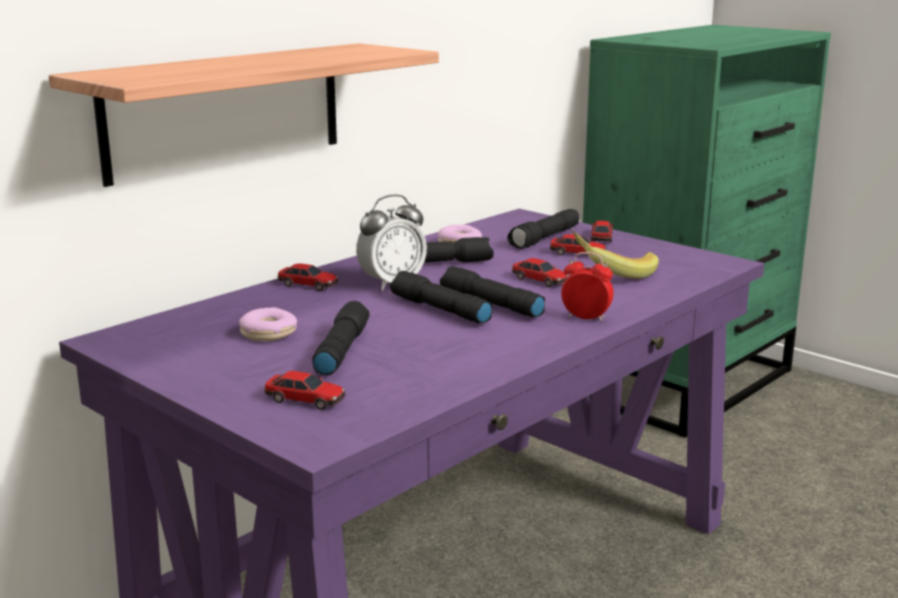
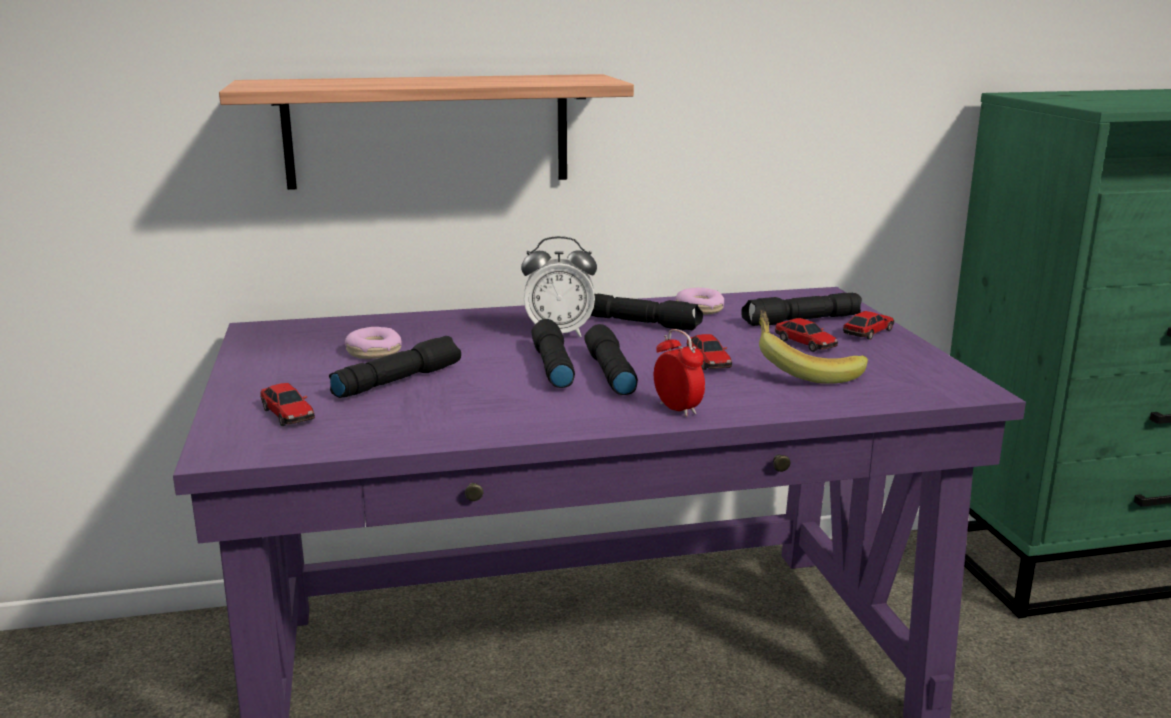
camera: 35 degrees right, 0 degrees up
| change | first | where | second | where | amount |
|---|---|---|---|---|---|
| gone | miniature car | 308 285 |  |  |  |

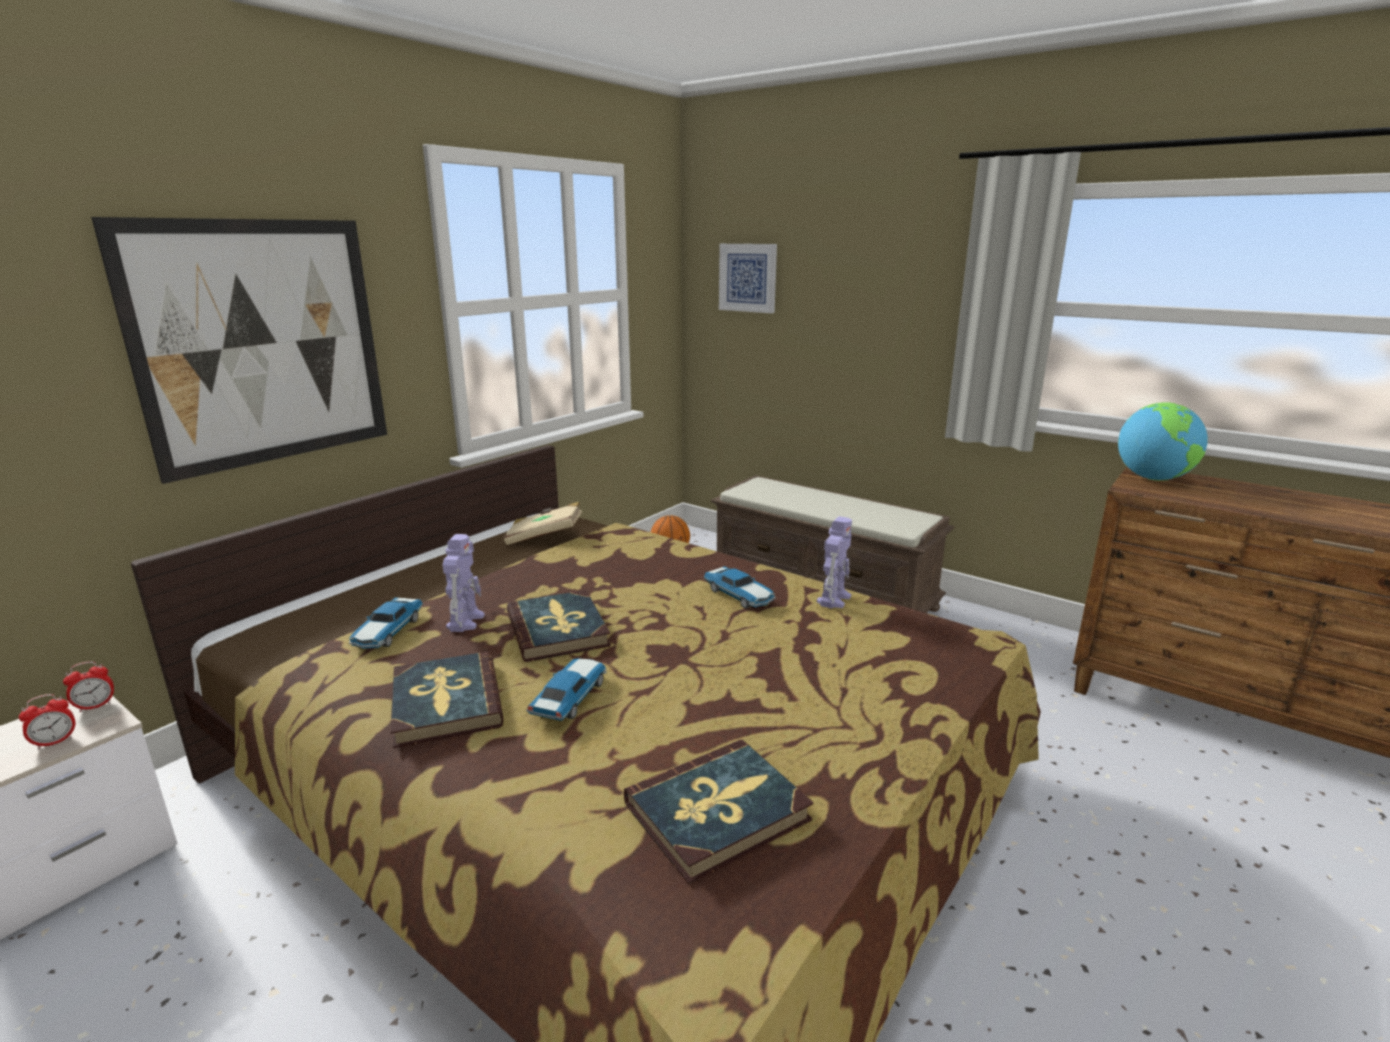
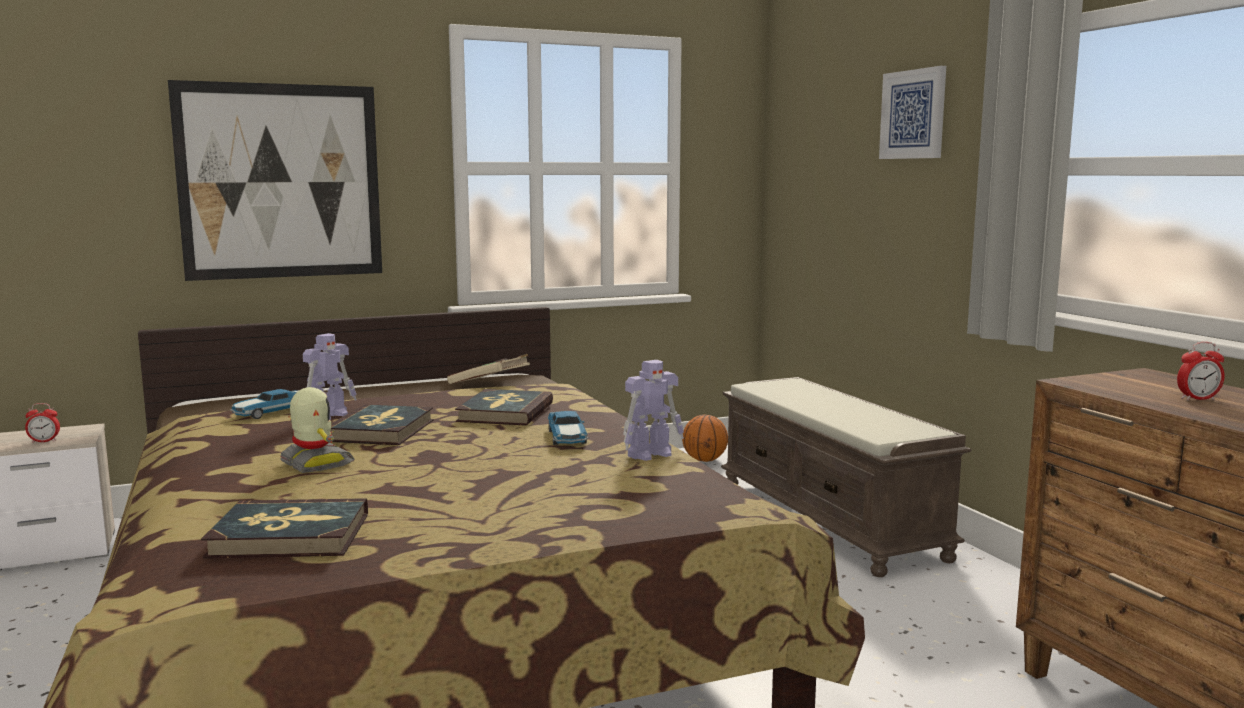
camera: 30 degrees right, 10 degrees down
| change | first | where | second | where | amount |
|---|---|---|---|---|---|
| gone | world globe | 1153 478 |  |  |  |
| shifted | alarm clock | 95 706 |  | 1198 399 |  |
| shifted | volume | 445 703 |  | 505 412 |  |
| shifted | wall picture | 748 278 |  | 913 114 |  |
| swapped | miniature car | 570 697 | toy robot | 315 463 |  |

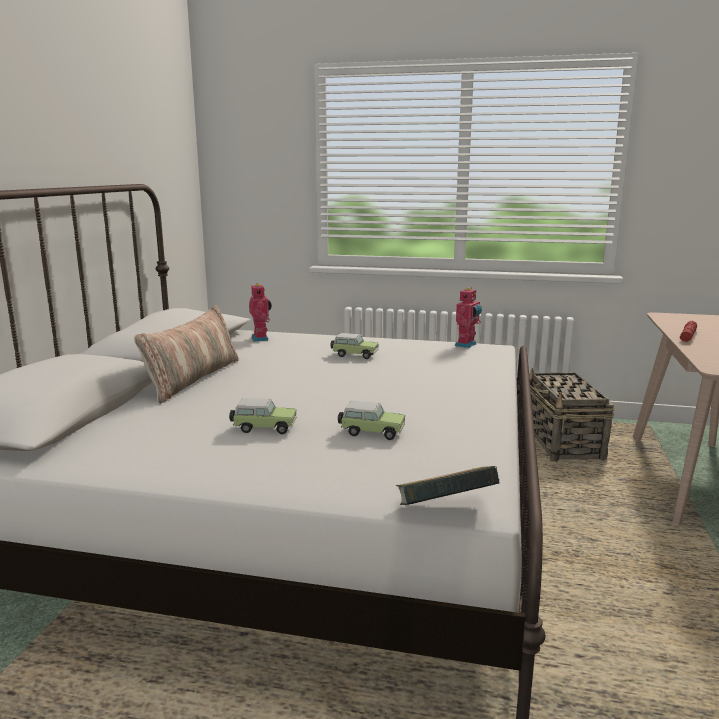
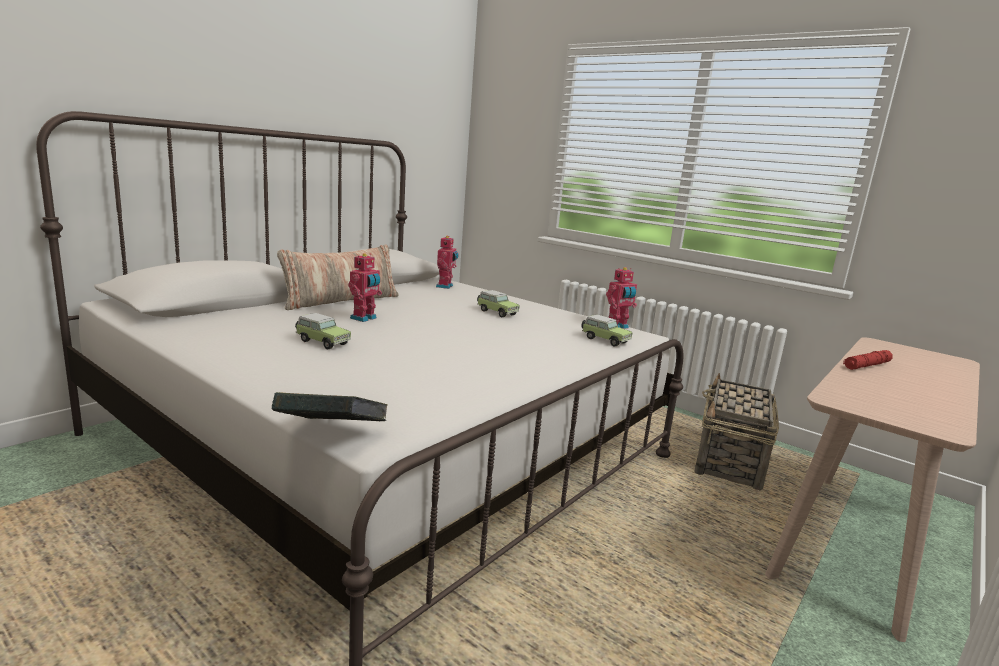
camera: 25 degrees right, 0 degrees up
| change | first | where | second | where | amount |
|---|---|---|---|---|---|
| new |  |  | toy robot | 364 318 |  |
| shifted | miniature car | 371 432 |  | 604 340 |  |

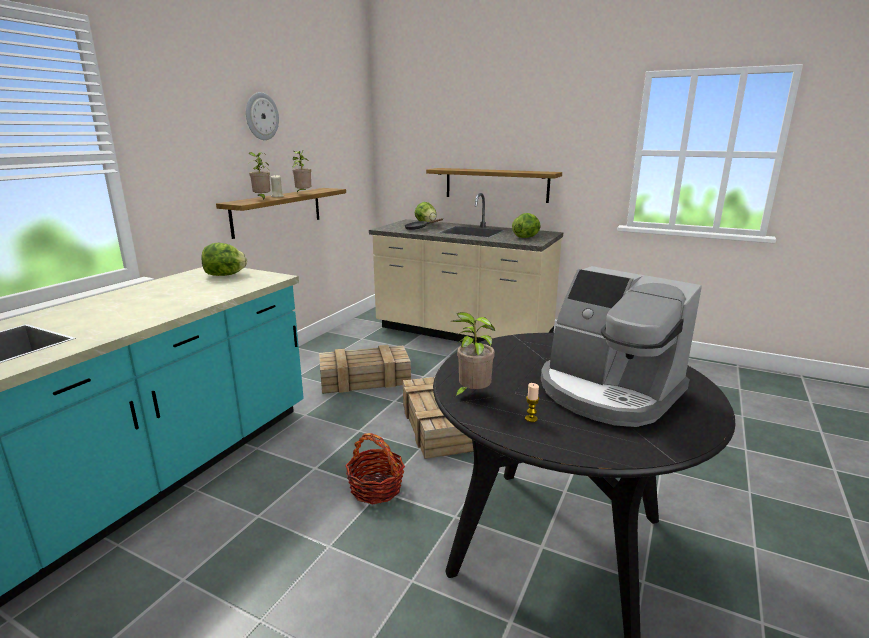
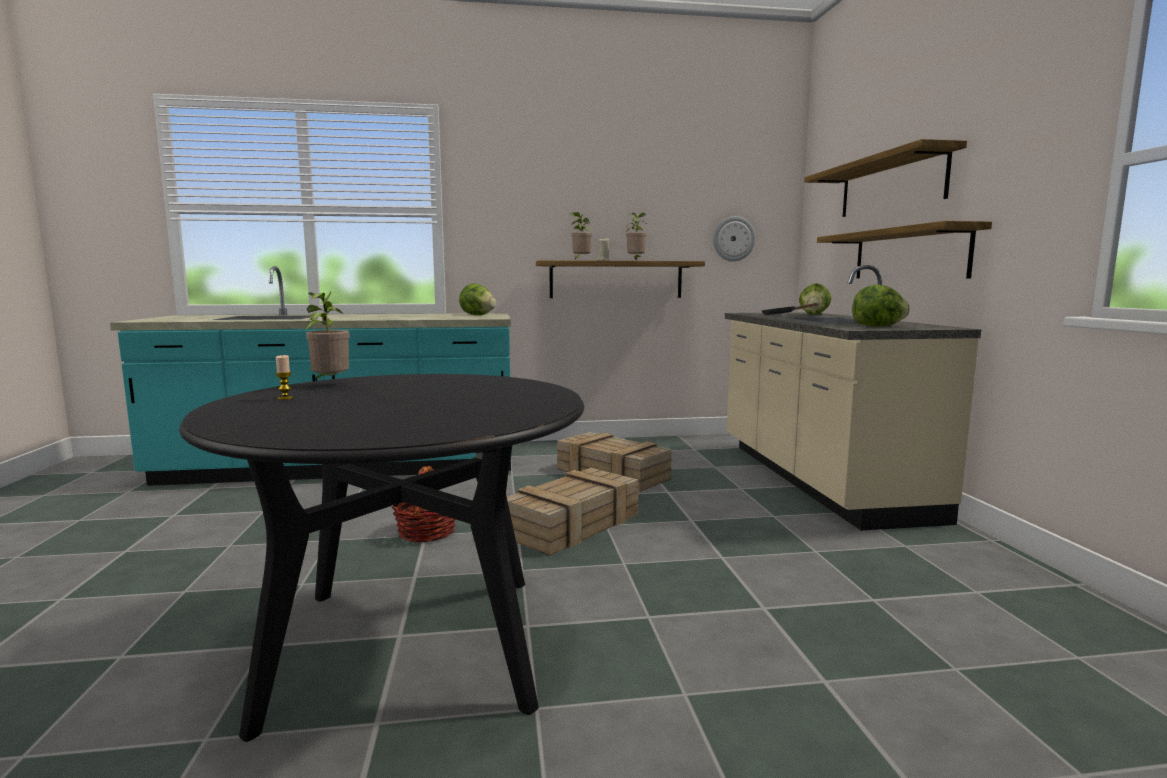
camera: 55 degrees right, 10 degrees down
| change | first | where | second | where | amount |
|---|---|---|---|---|---|
| gone | coffee maker | 607 392 |  |  |  |
| new |  |  | shelf | 891 185 |  |
| shifted | wall clock | 261 116 |  | 733 239 |  |

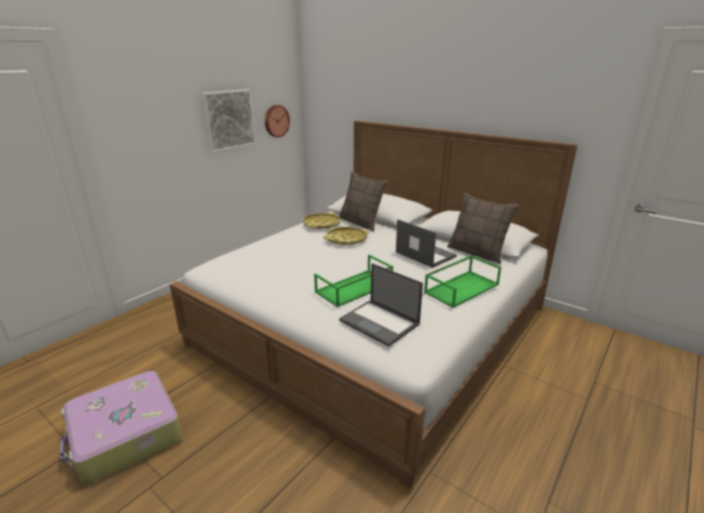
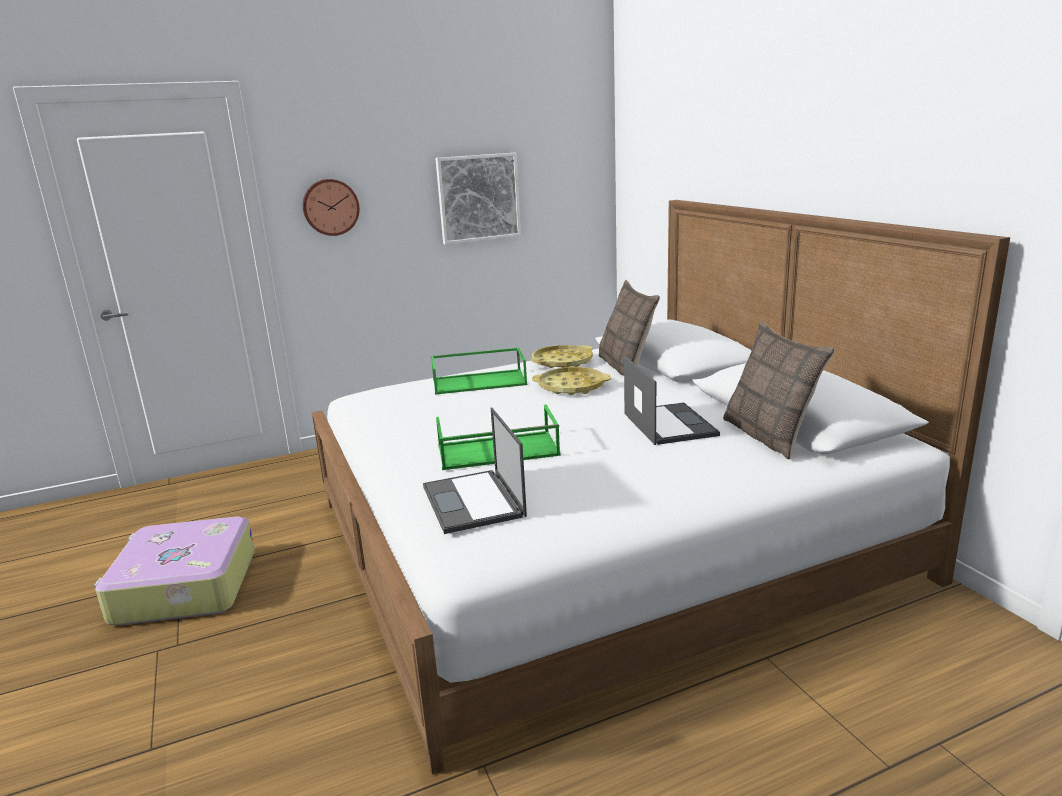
camera: 30 degrees right, 5 degrees down
| change | first | where | second | where | amount |
|---|---|---|---|---|---|
| shifted | wall clock | 276 121 |  | 330 207 |  |
| shifted | green-coloured tray | 461 288 |  | 480 381 |  |

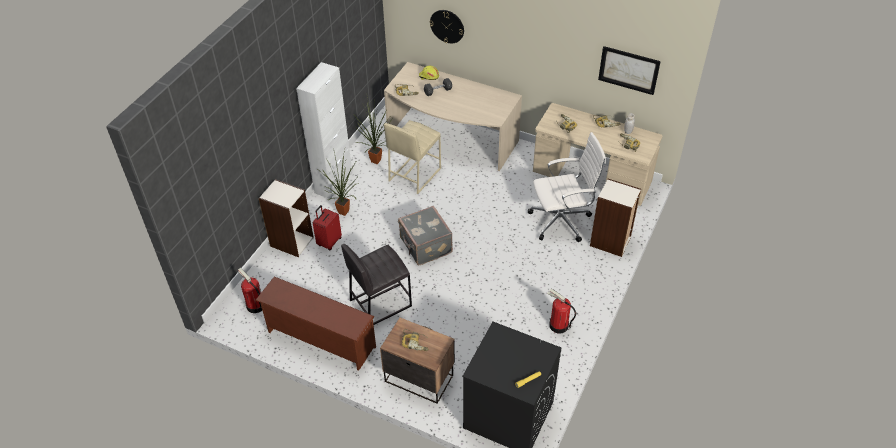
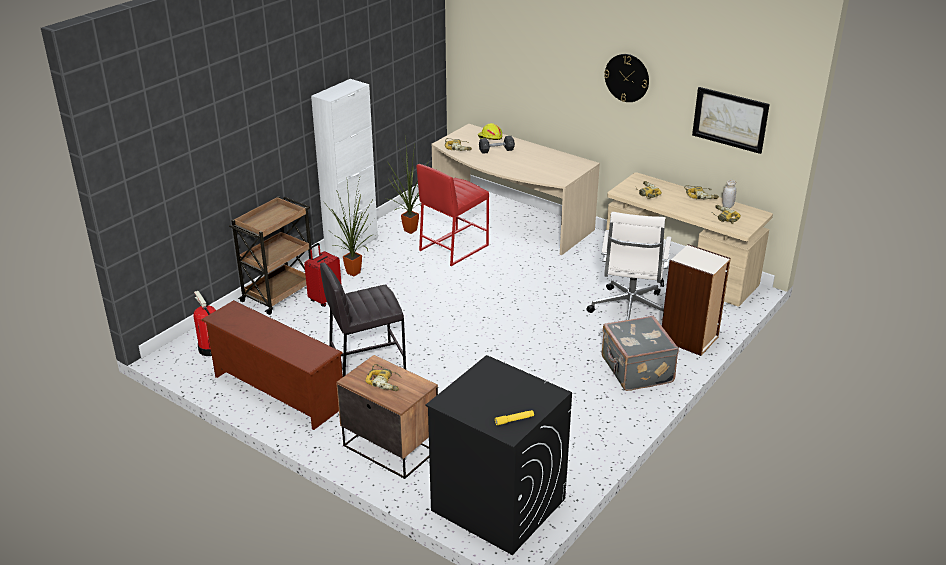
camera: 10 degrees right, 15 degrees down
| change | first | where | second | where | amount |
|---|---|---|---|---|---|
| gone | extinguisher | 558 325 |  |  |  |
| shifted | gray piece of luggage | 425 246 |  | 636 370 |  |
| shifted | wall clock | 447 26 |  | 627 77 |  |
| swapped | bookshelf | 291 241 | brownish wheeled cart | 279 293 |  |
| repainted | sand-coloured sitting stool | 414 174 | red-coloured sitting stool | 453 247 |  |
| rotated | white-coloured computer chair | 562 221 |  | 629 311 | 105 degrees clockwise |

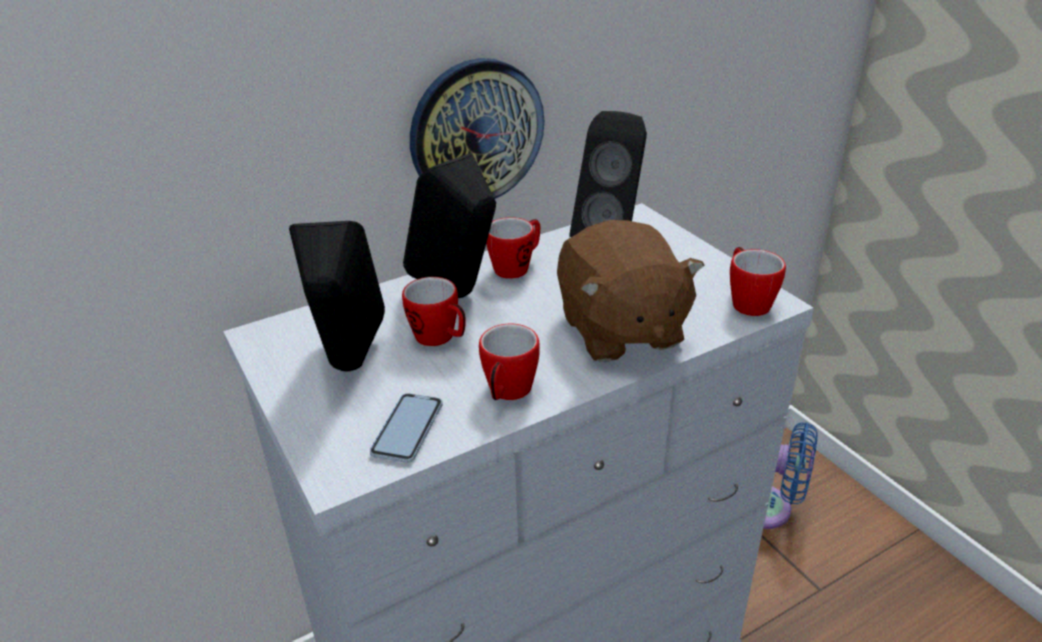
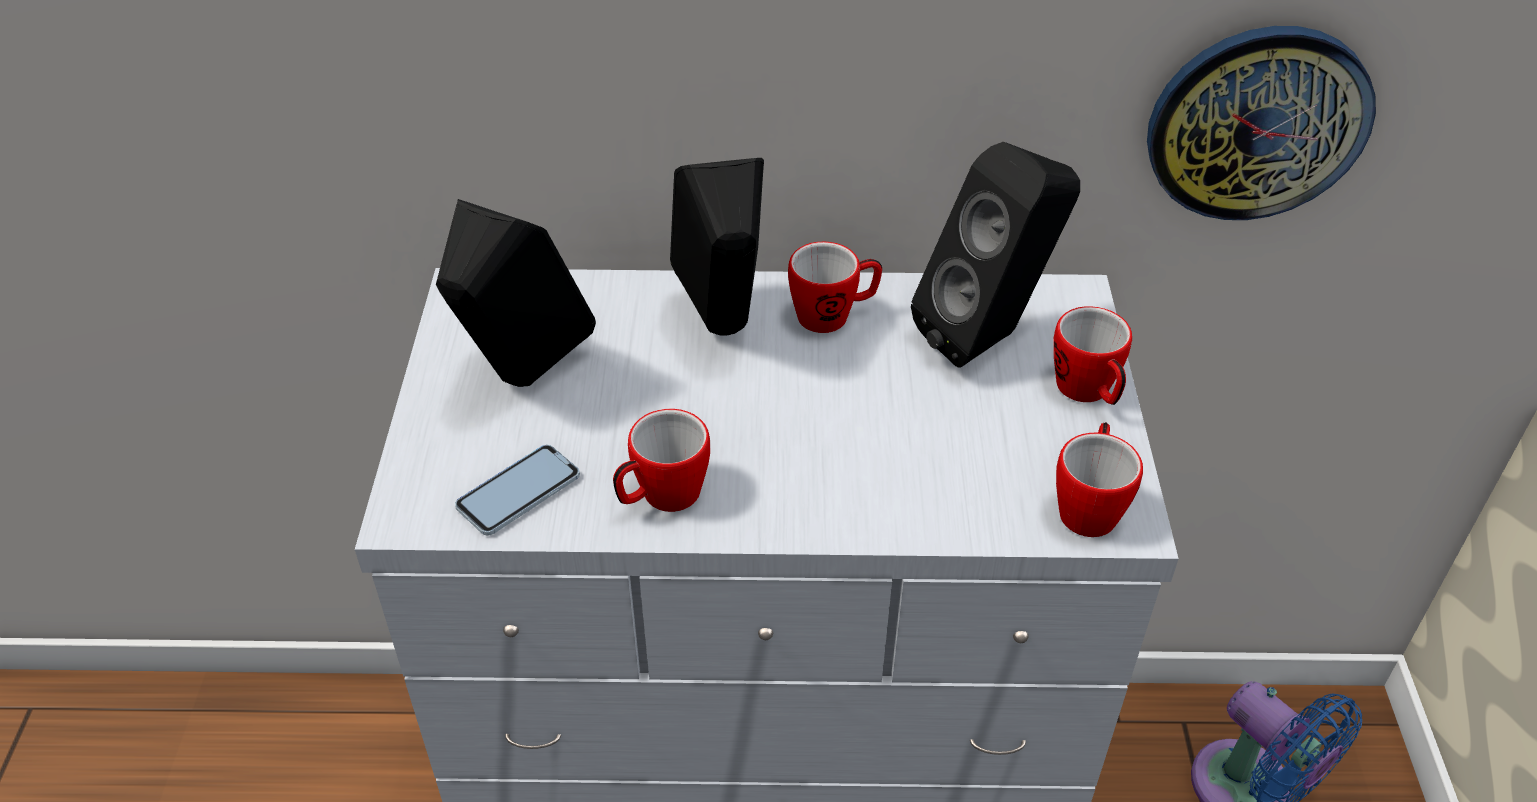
camera: 30 degrees right, 10 degrees up
| change | first | where | second | where | amount |
|---|---|---|---|---|---|
| gone | brownish soft toy | 619 330 |  |  |  |
| shifted | tea mug | 440 338 |  | 1088 393 |  |
| shifted | wall clock | 476 132 |  | 1257 123 |  |

